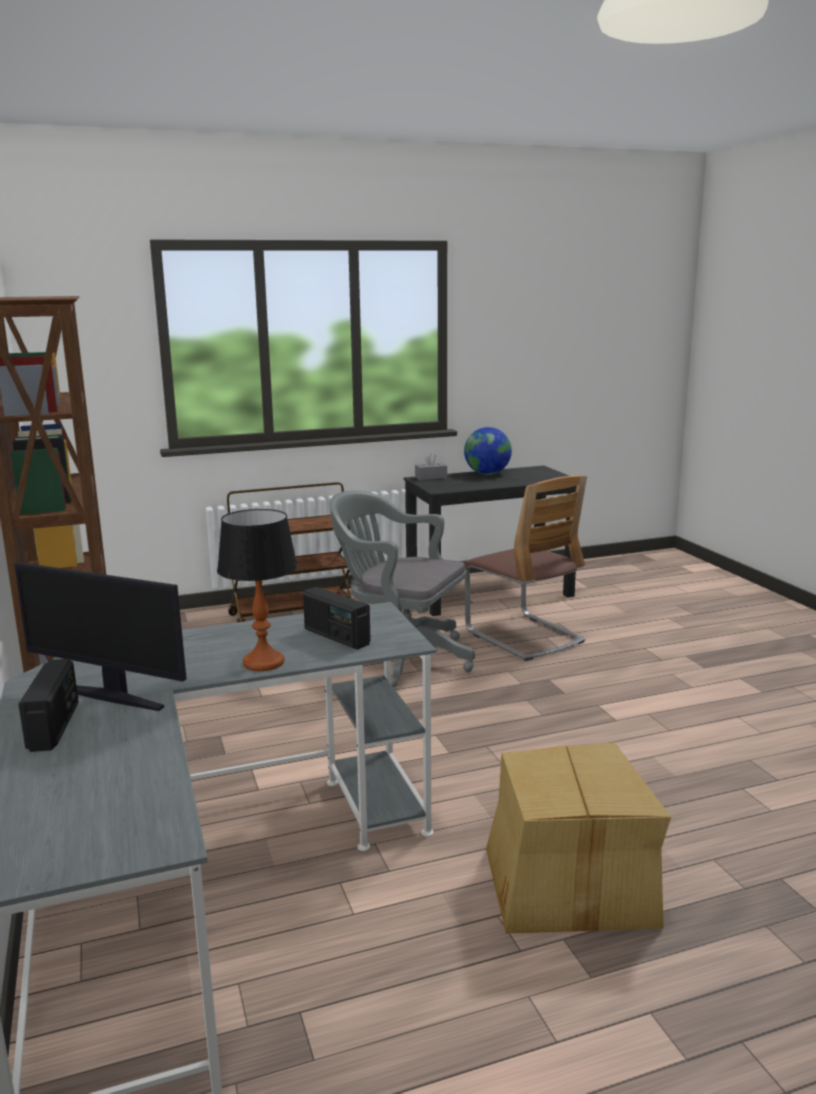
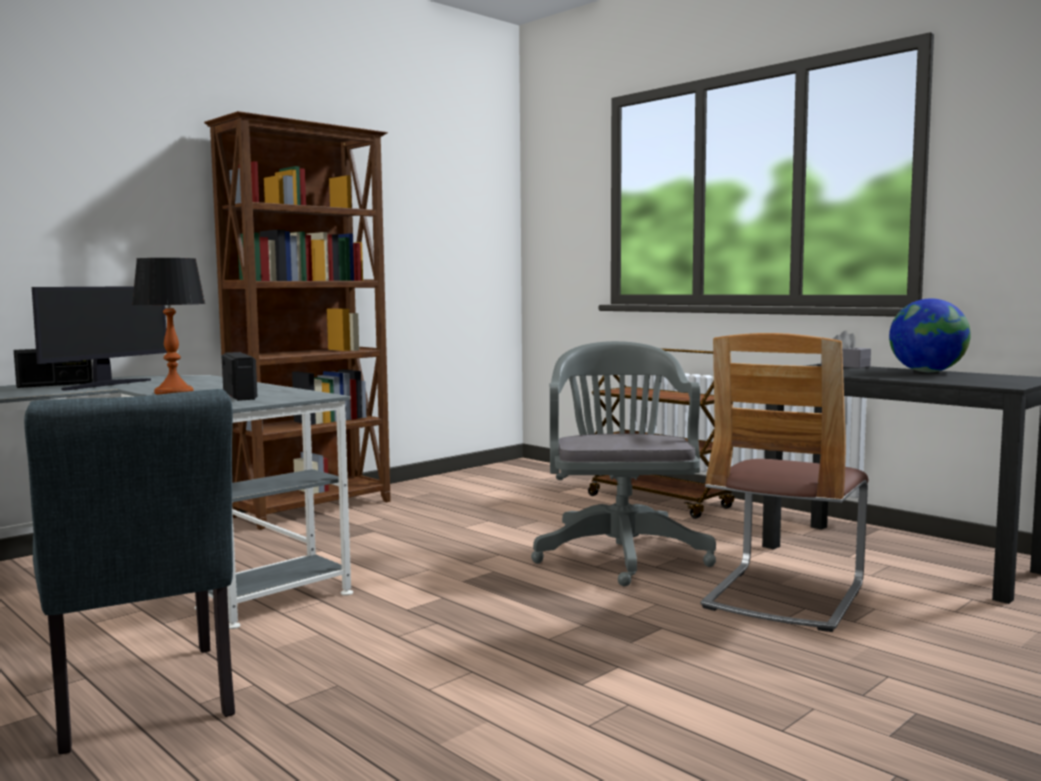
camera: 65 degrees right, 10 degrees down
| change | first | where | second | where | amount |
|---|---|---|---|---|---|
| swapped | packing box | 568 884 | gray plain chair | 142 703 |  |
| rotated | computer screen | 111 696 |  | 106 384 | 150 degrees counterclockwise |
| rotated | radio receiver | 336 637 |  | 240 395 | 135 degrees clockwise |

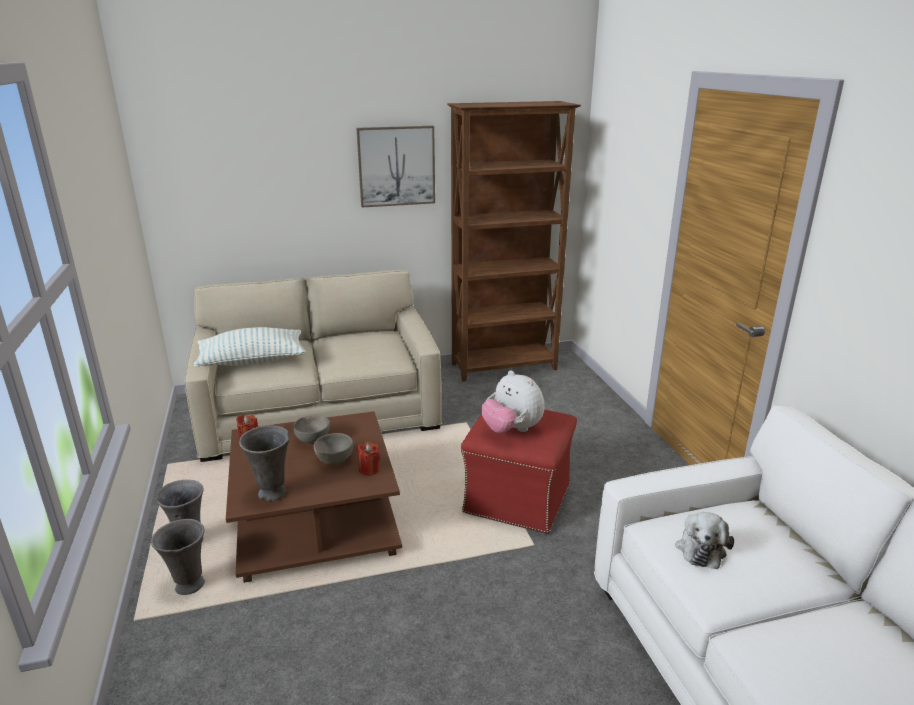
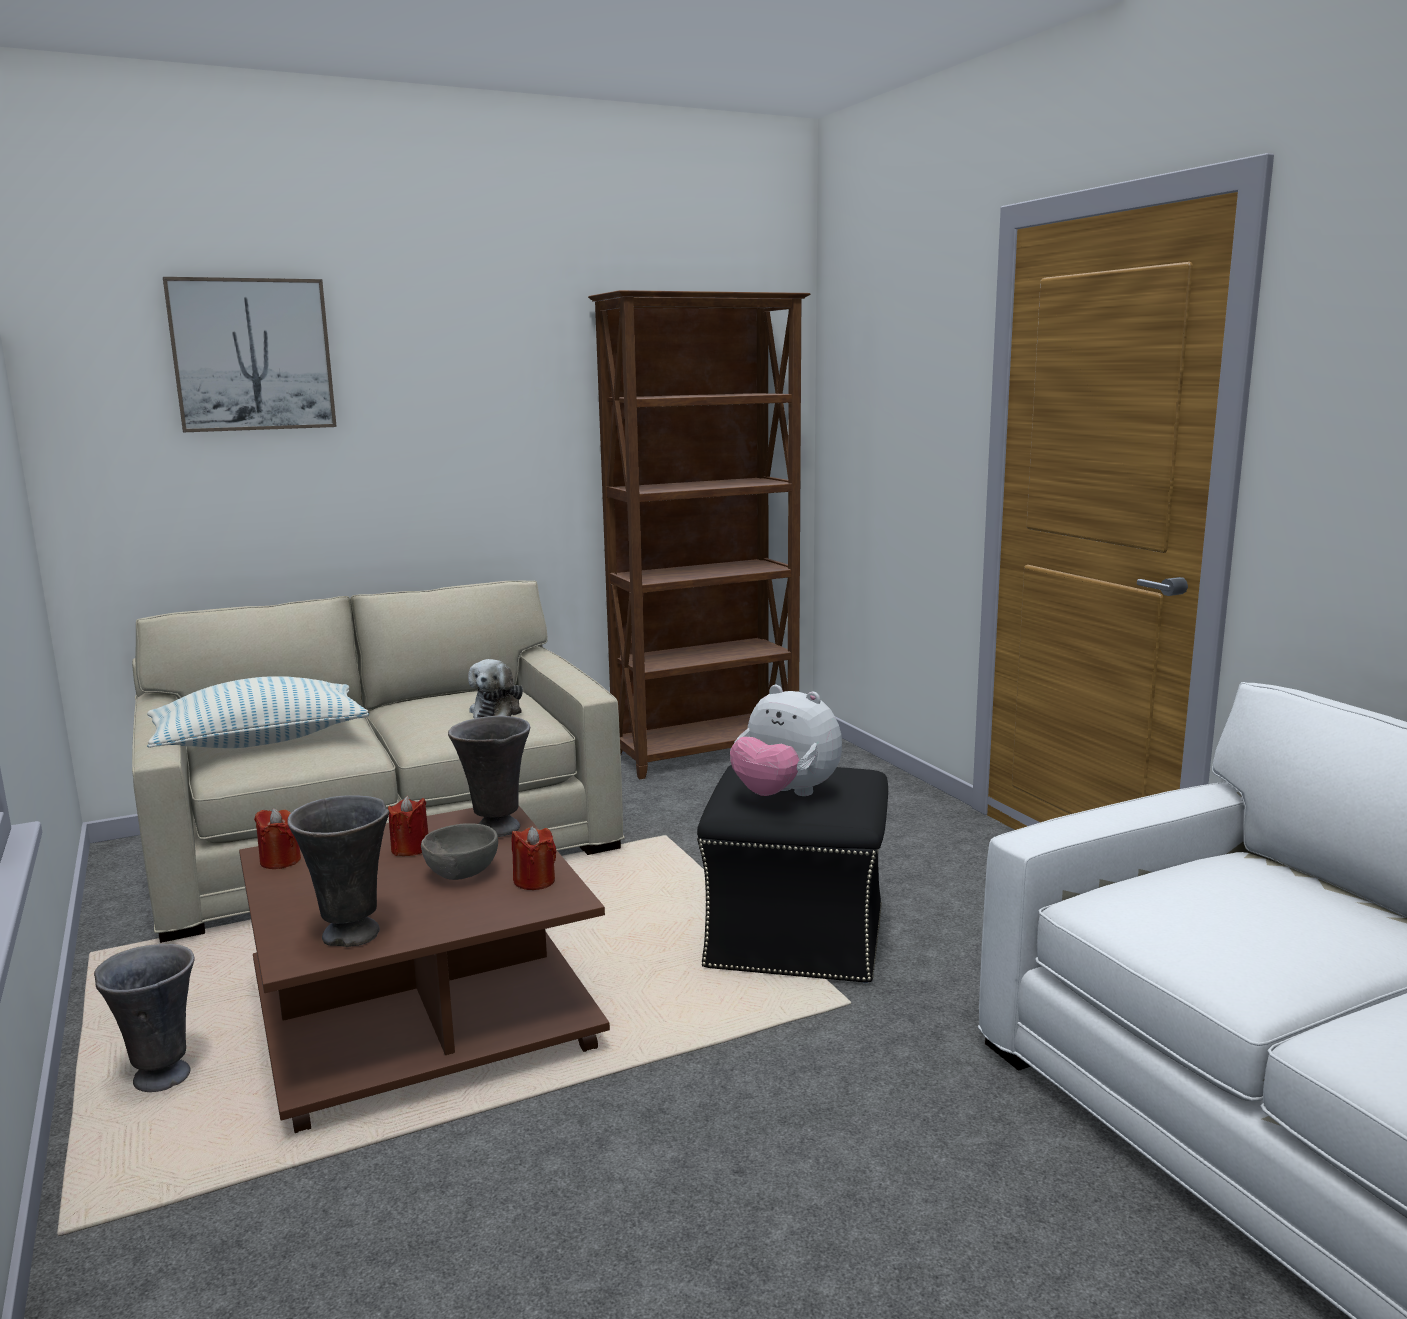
camera: 10 degrees left, 10 degrees down
| change | first | where | second | where | amount |
|---|---|---|---|---|---|
| shifted | gray flower vase | 188 586 |  | 495 830 |  |
| shifted | wall picture | 396 166 |  | 252 355 |  |
| shifted | soft toy | 701 548 |  | 497 711 |  |
| swapped | gray serving bowl | 313 440 | red-coloured wax candle | 410 849 |  |
| repainted | red-coloured footrest | 518 499 | blackish footrest | 798 937 |  |

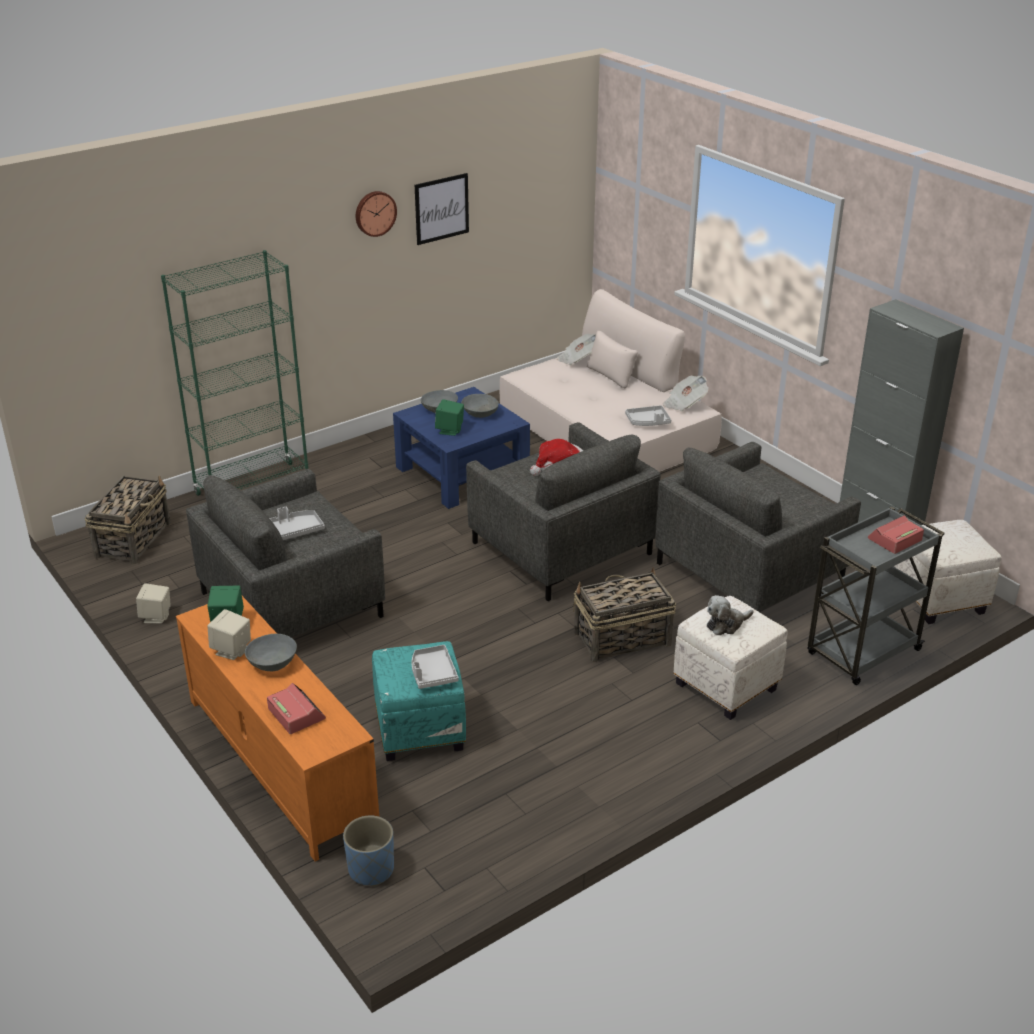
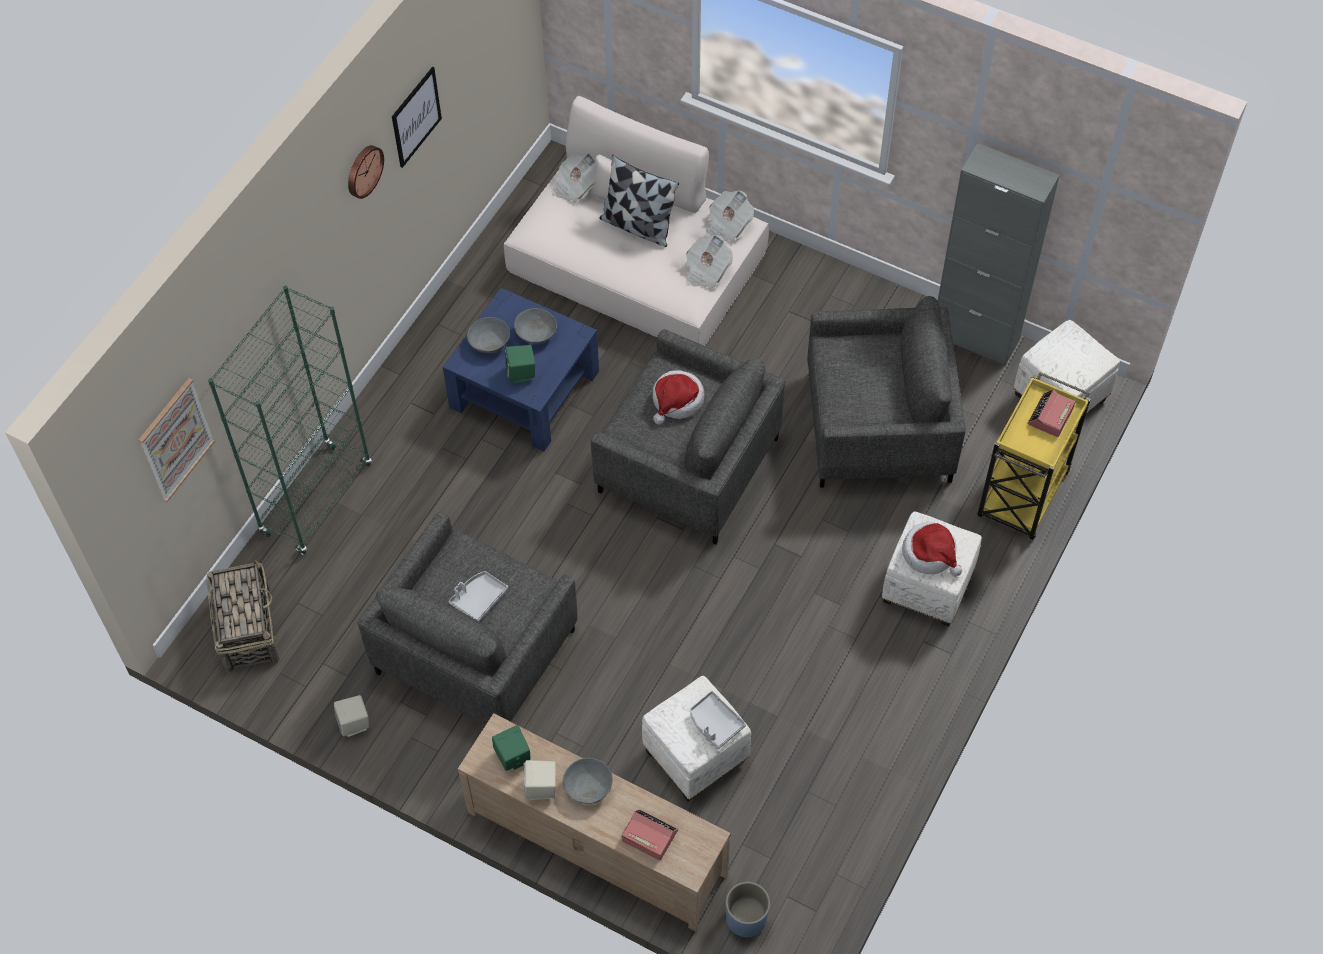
camera: 25 degrees left, 25 degrees up
| change | first | where | second | where | amount |
|---|---|---|---|---|---|
| gone | basket | 621 639 |  |  |  |
| new |  |  | wall picture | 175 439 |  |
| new |  |  | pillow | 638 226 |  |
| swapped | gray tray | 648 422 | newspaper | 706 271 |  |
| swapped | soft toy | 726 624 | wearable hat | 930 554 |  |
| repainted | orange tv unit | 280 761 | sand-coloured tv unit | 595 843 |  |
| repainted | turquoise footrest | 421 730 | white-coloured footrest | 696 754 |  |
| repainted | gray wheeled cart | 862 653 | yellowish wheeled cart | 1022 496 |  |
| rotated | gray armchair | 748 572 |  | 878 427 | 120 degrees counterclockwise |

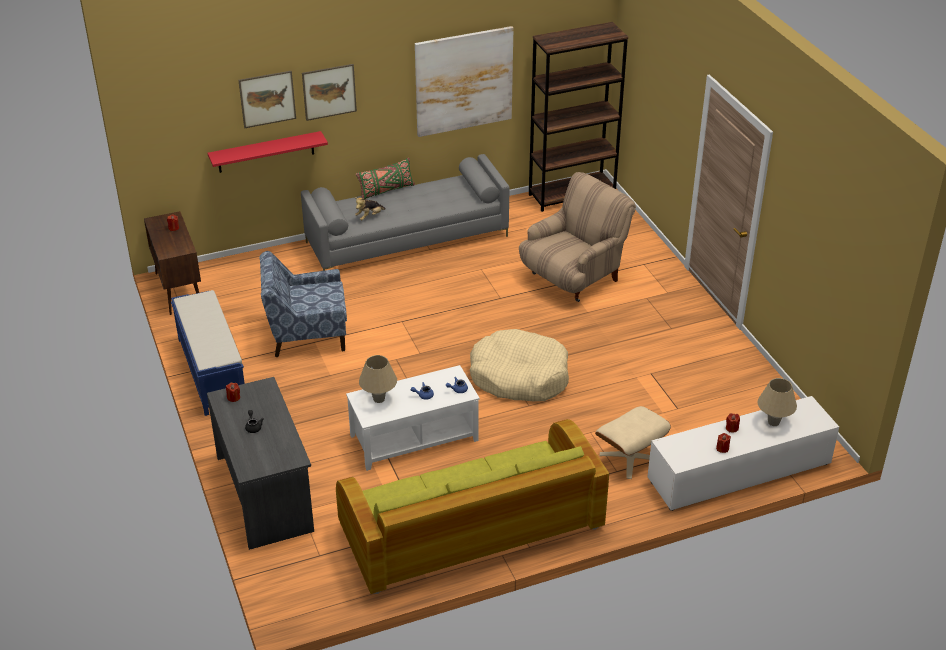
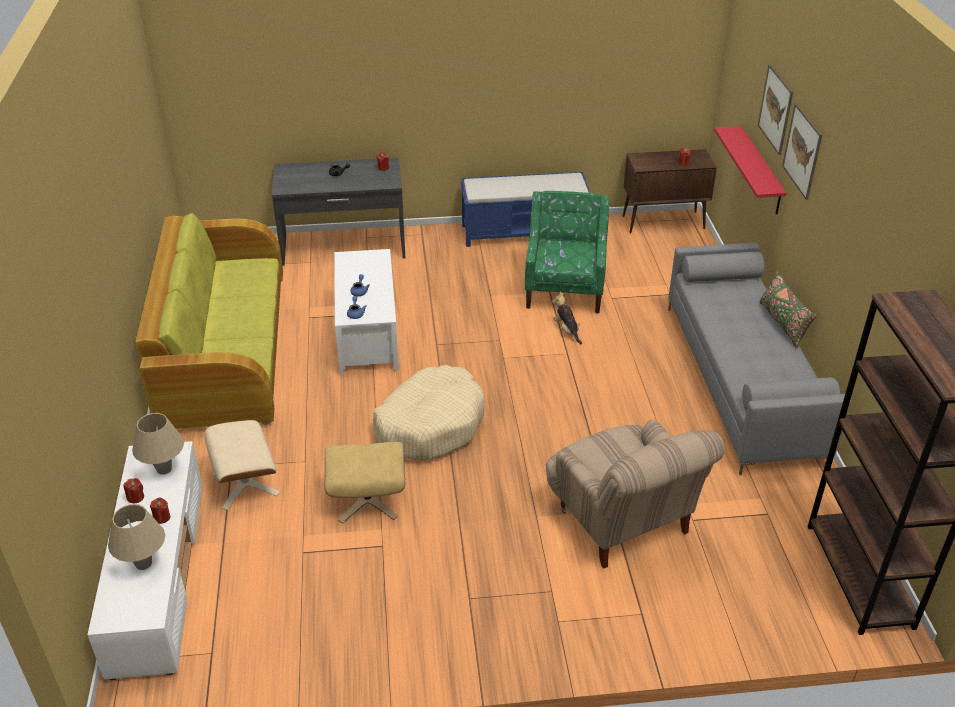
camera: 105 degrees right, 0 degrees up
| change | first | where | second | where | amount |
|---|---|---|---|---|---|
| gone | wall picture | 464 81 |  |  |  |
| new |  |  | sand-coloured footrest | 368 499 |  |
| shifted | soft toy | 369 216 |  | 567 331 |  |
| shifted | sand-coloured tabletop lamp | 379 399 |  | 164 469 |  |
| repainted | blue-coloured armchair | 306 334 | green-coloured armchair | 565 288 |  |

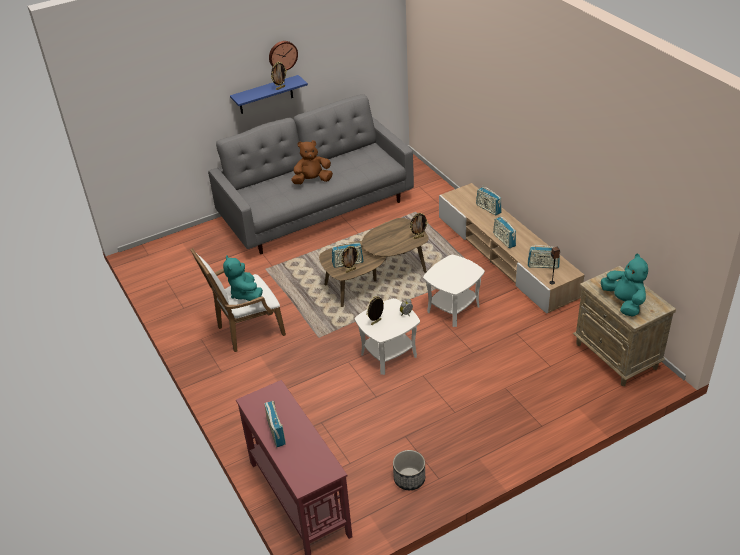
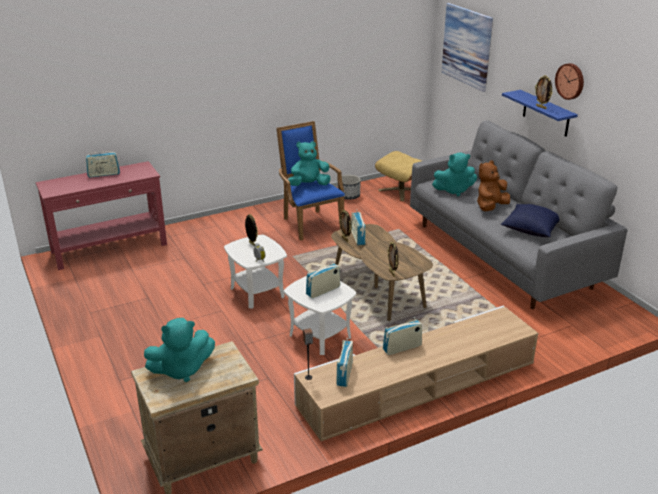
camera: 90 degrees right, 10 degrees down
| change | first | where | second | where | amount |
|---|---|---|---|---|---|
| new |  |  | sand-coloured footrest | 401 191 |  |
| new |  |  | turquoise soft toy | 454 190 |  |
| new |  |  | wall picture | 467 46 |  |
| new |  |  | blue-coloured pillow | 531 230 |  |
| shifted | plant pot | 409 479 |  | 348 196 |  |
| shifted | radio receiver | 488 209 |  | 323 291 |  |
| repainted | white-coloured armchair | 246 331 | blue-coloured armchair | 309 223 |  |
| rotated | brownish soft toy | 312 180 |  | 490 207 | 120 degrees counterclockwise |

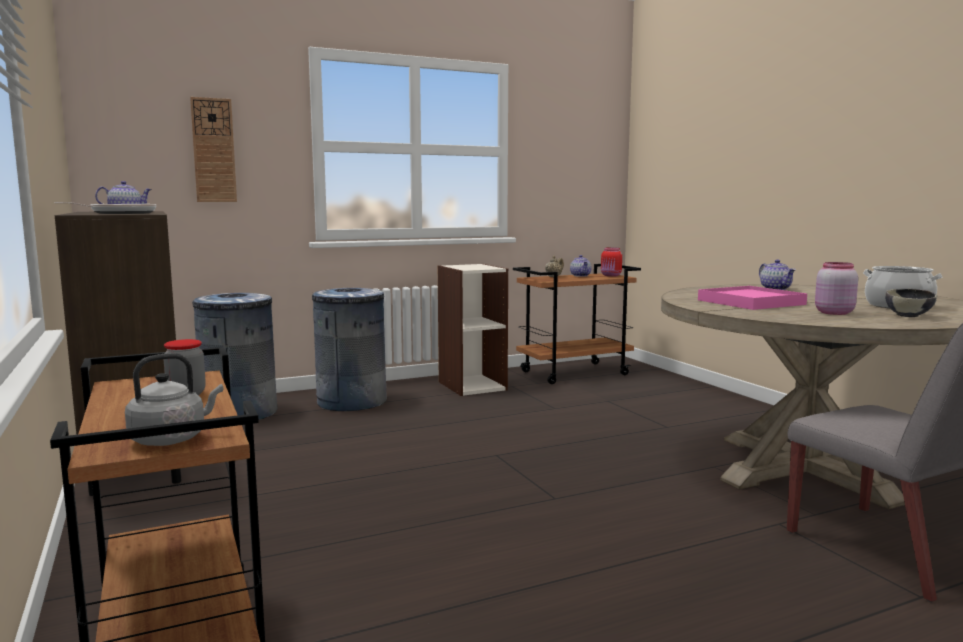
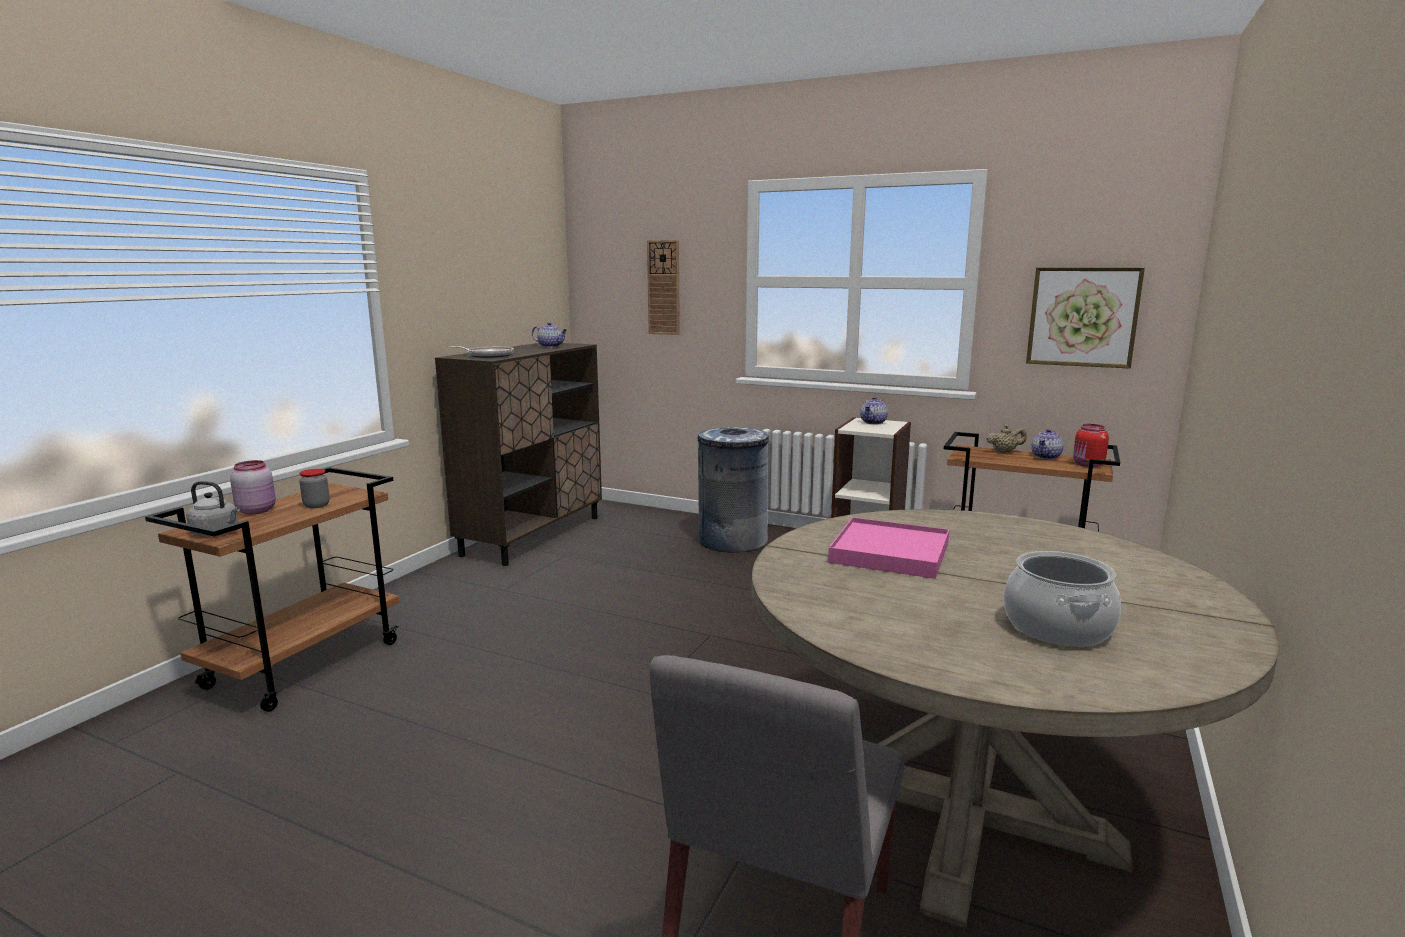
camera: 50 degrees right, 5 degrees up
| change | first | where | second | where | amount |
|---|---|---|---|---|---|
| gone | gray trash can | 239 413 |  |  |  |
| gone | serving bowl | 908 316 |  |  |  |
| new |  |  | wall picture | 1082 317 |  |
| shifted | tea pot | 776 289 |  | 873 422 |  |
| shifted | pink storage jar | 832 313 |  | 257 510 |  |

